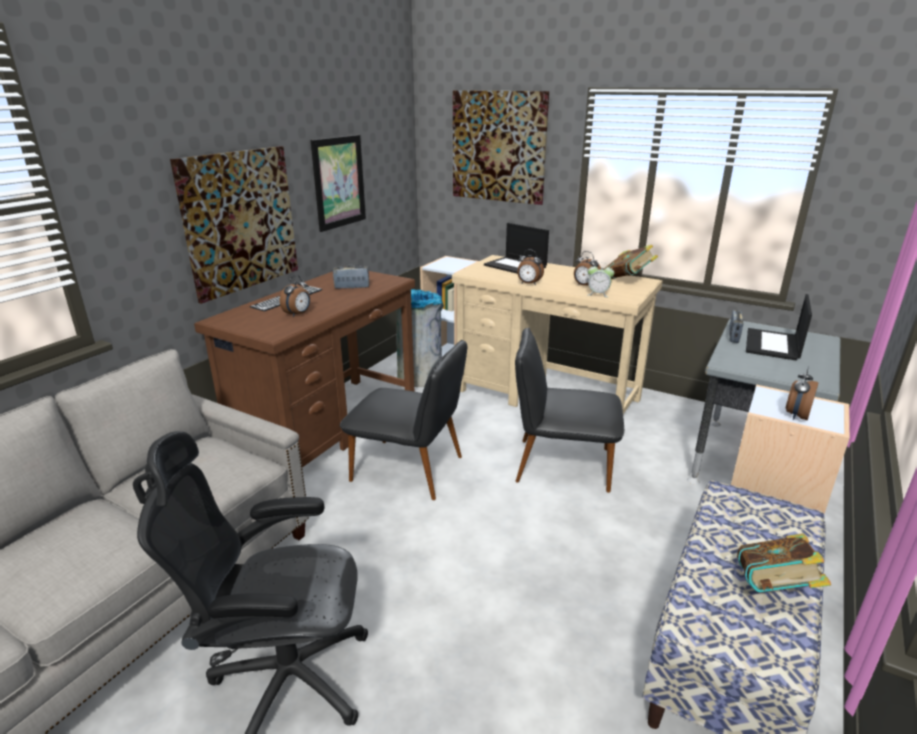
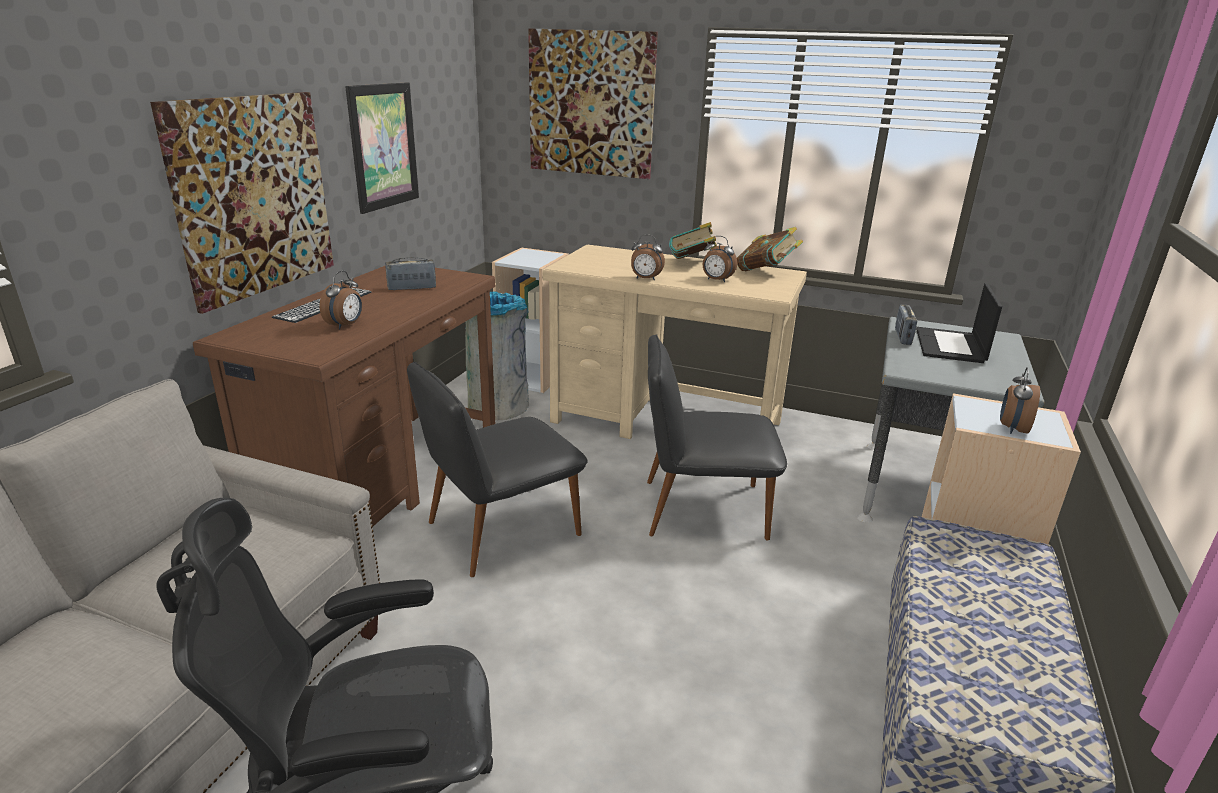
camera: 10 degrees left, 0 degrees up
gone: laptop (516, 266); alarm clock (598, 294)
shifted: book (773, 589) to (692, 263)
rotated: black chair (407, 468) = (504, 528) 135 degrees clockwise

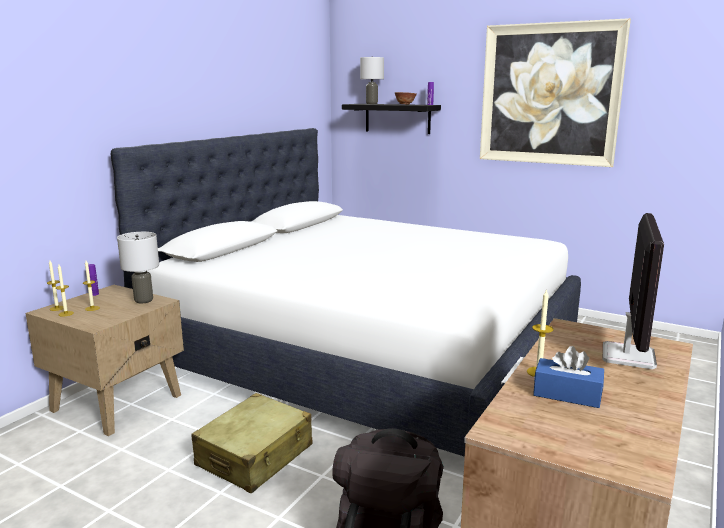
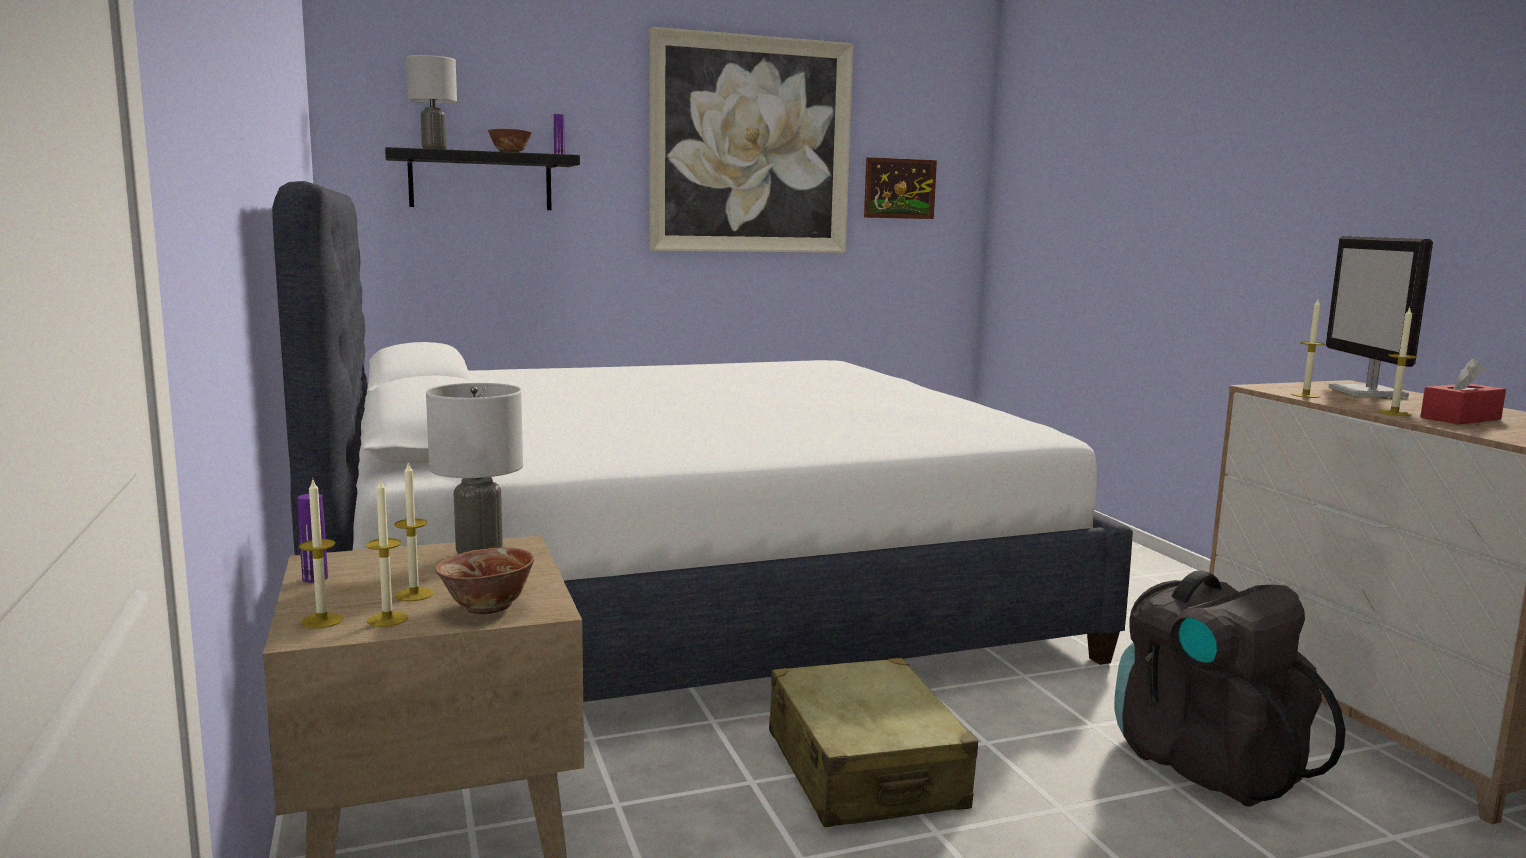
camera: 50 degrees left, 5 degrees down
new: bowl (487, 607); picture (899, 188); candle (1305, 395)
repainted: blue tissue box (567, 394) to red tissue box (1460, 418)
rotated: monitor (627, 356) = (1368, 393) 150 degrees counterclockwise

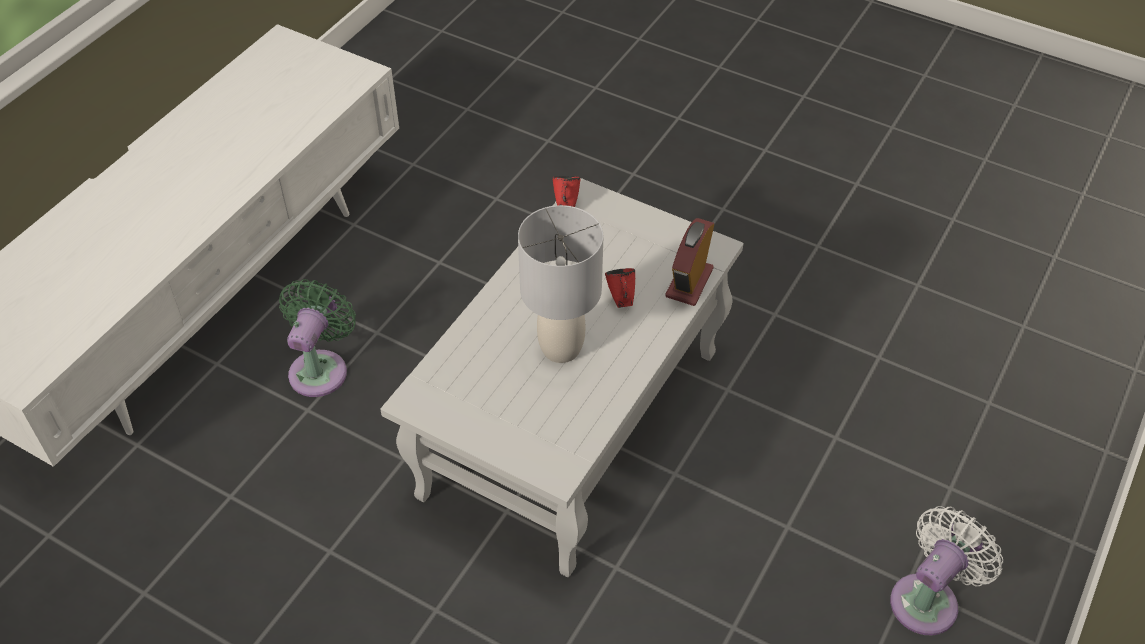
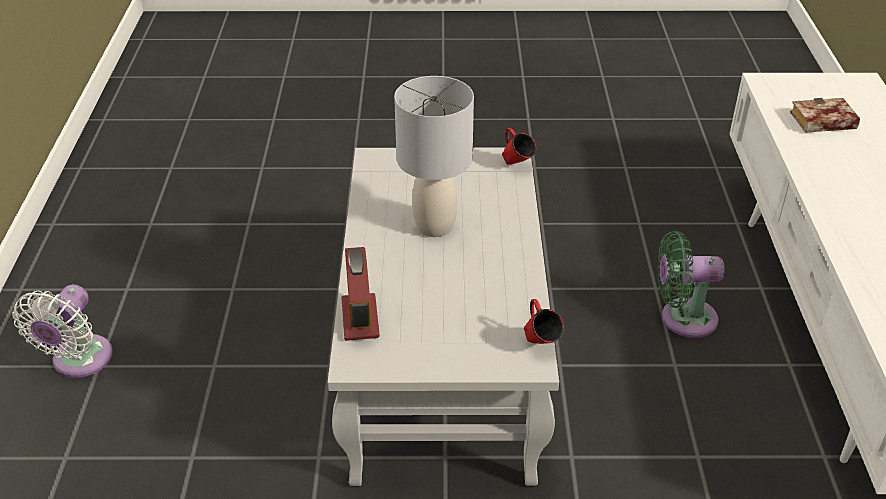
camera: 150 degrees right, 10 degrees down
new: book (821, 122)
shifted: red mug (621, 300) to (517, 165)
rotated: green fan (321, 368) = (682, 318) 105 degrees clockwise

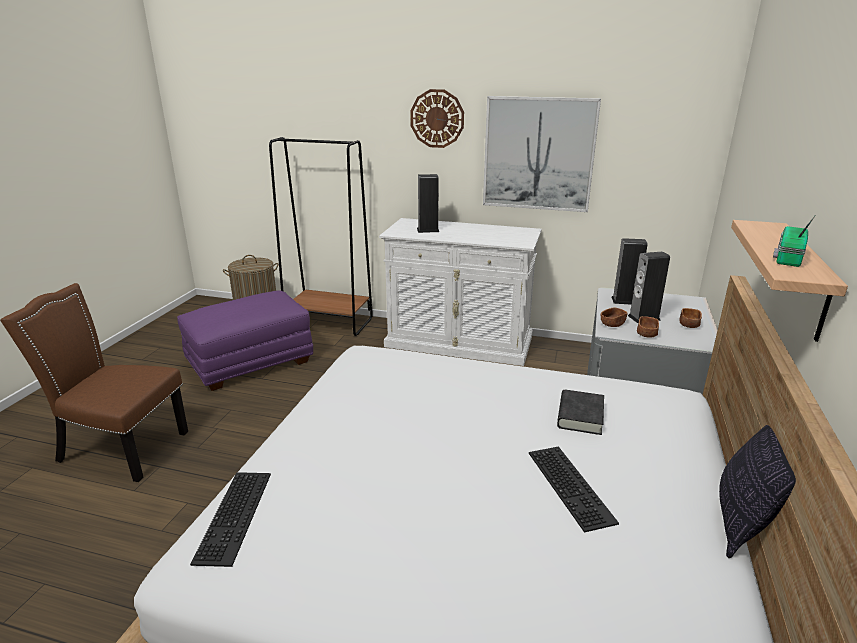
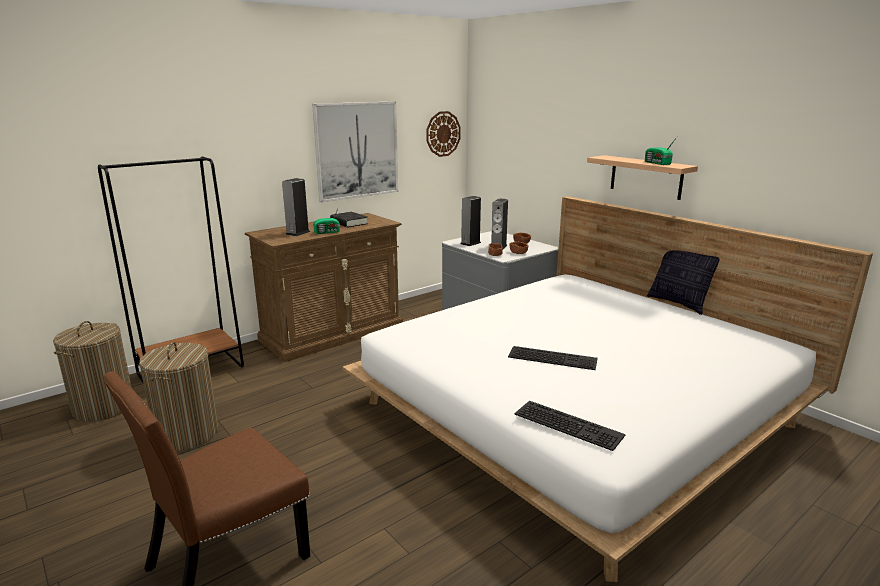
camera: 55 degrees left, 5 degrees down
new: radio (328, 232)
shifted: black book (580, 416) to (349, 223); wall clock (437, 118) to (443, 134); keyboard (572, 486) to (553, 357)
swapped: purple ottoman (251, 363) to laundry basket (187, 434)
repainted: white dresser (459, 341) to brown dresser (332, 332)

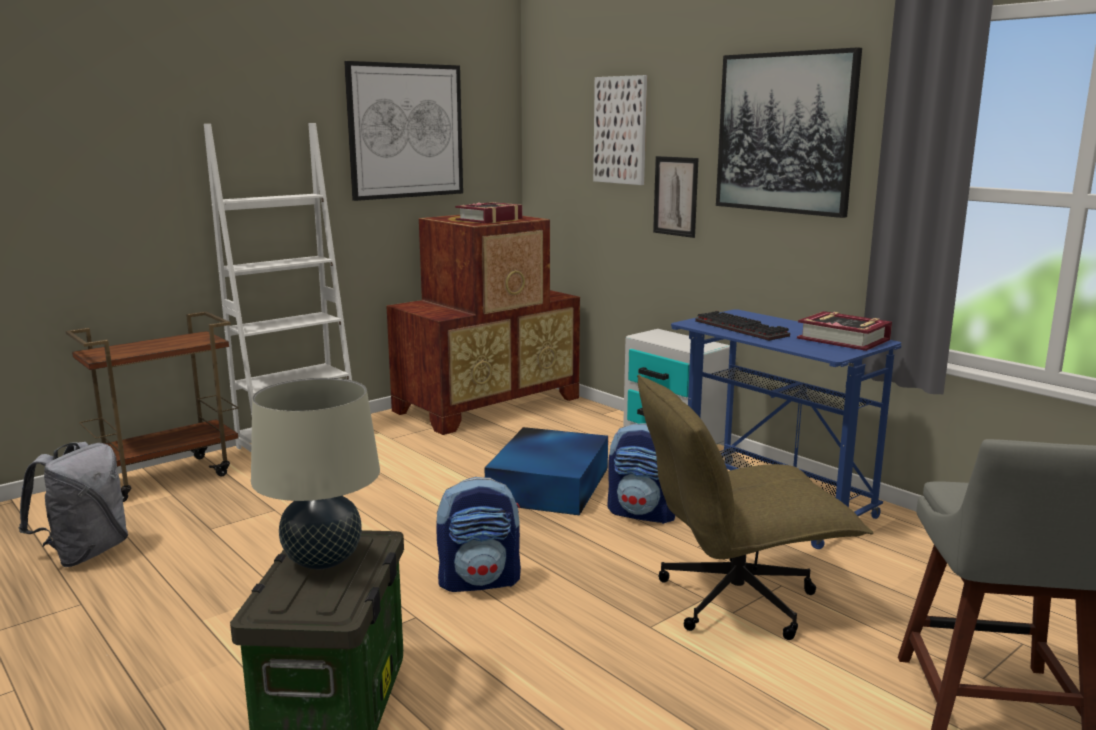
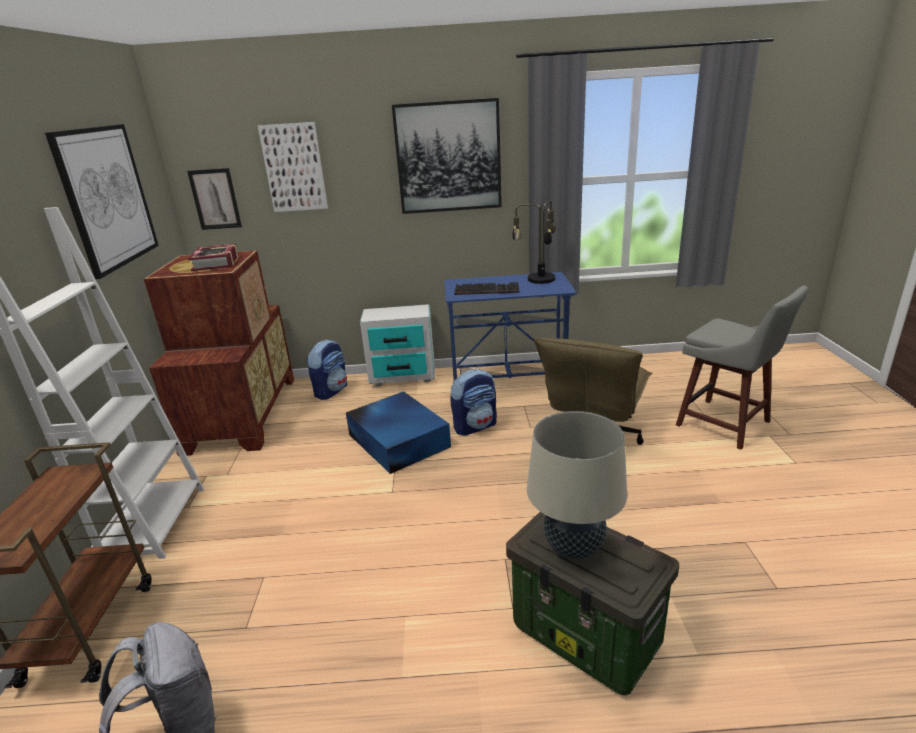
camera: 50 degrees left, 10 degrees up
shifted: picture (675, 196) to (215, 199); backpack (480, 581) to (331, 391)
swapped: book (843, 339) to table lamp (540, 279)

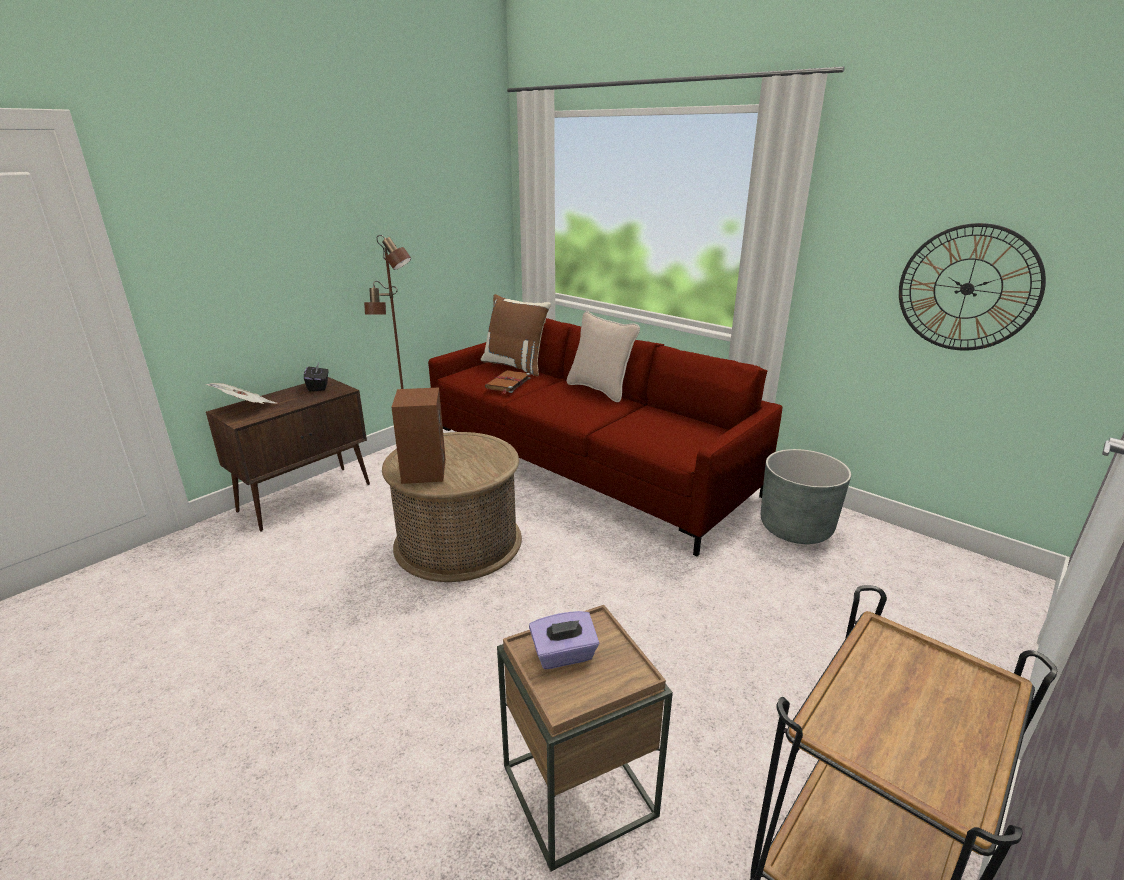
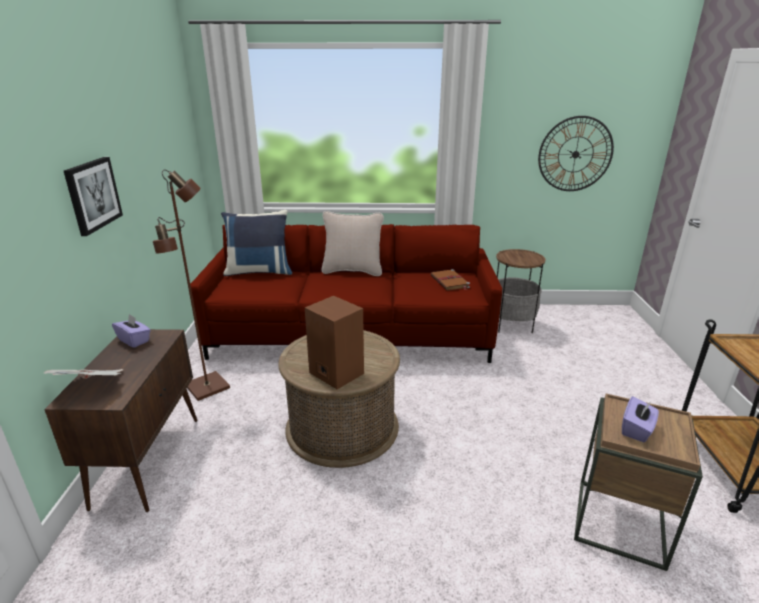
camera: 40 degrees left, 0 degrees up
new: picture (92, 195)
shifted: brown book (508, 383) to (450, 282)
swapped: grey planter (795, 528) to side table (511, 324)
repainted: black tissue box (318, 386) to purple tissue box (134, 340); brown pillow (516, 365) to blue pillow (259, 271)

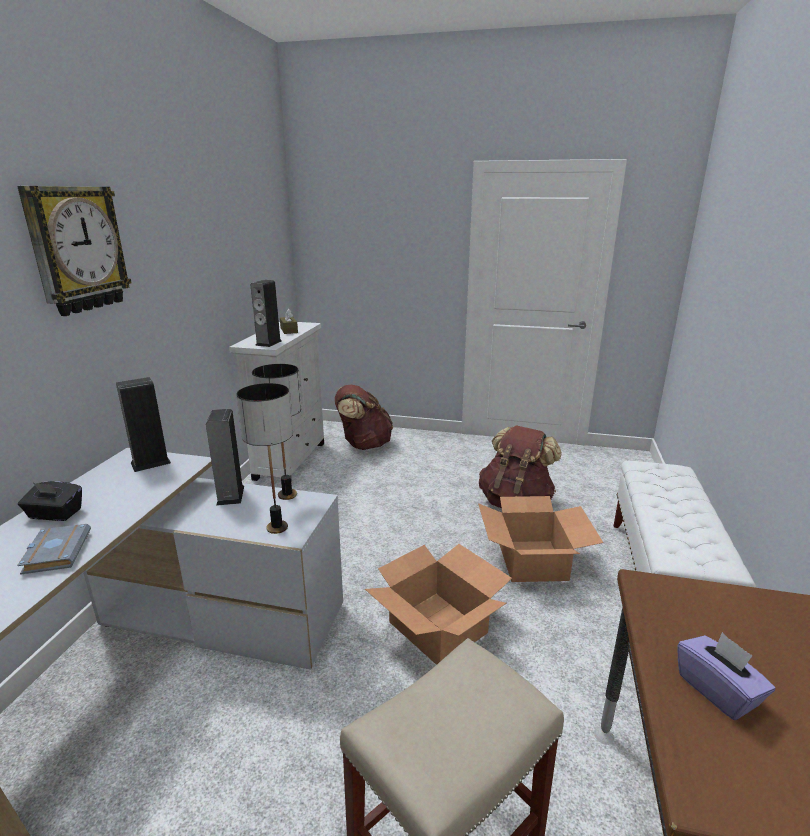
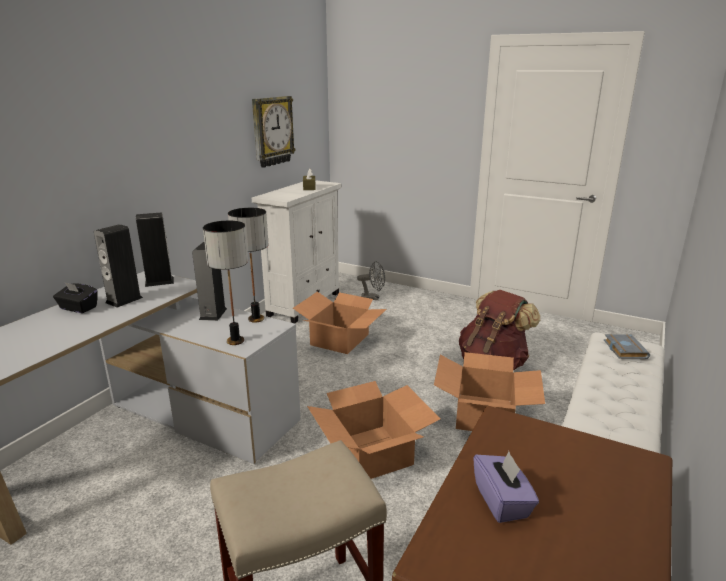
camera: 15 degrees right, 0 degrees up
new: cardboard box (340, 339)
shifted: speaker (268, 343) to (124, 300); wall clock (77, 249) to (272, 131); grey book (56, 552) to (623, 349)
swapped: brown backpack (363, 444) to grey fan (373, 298)

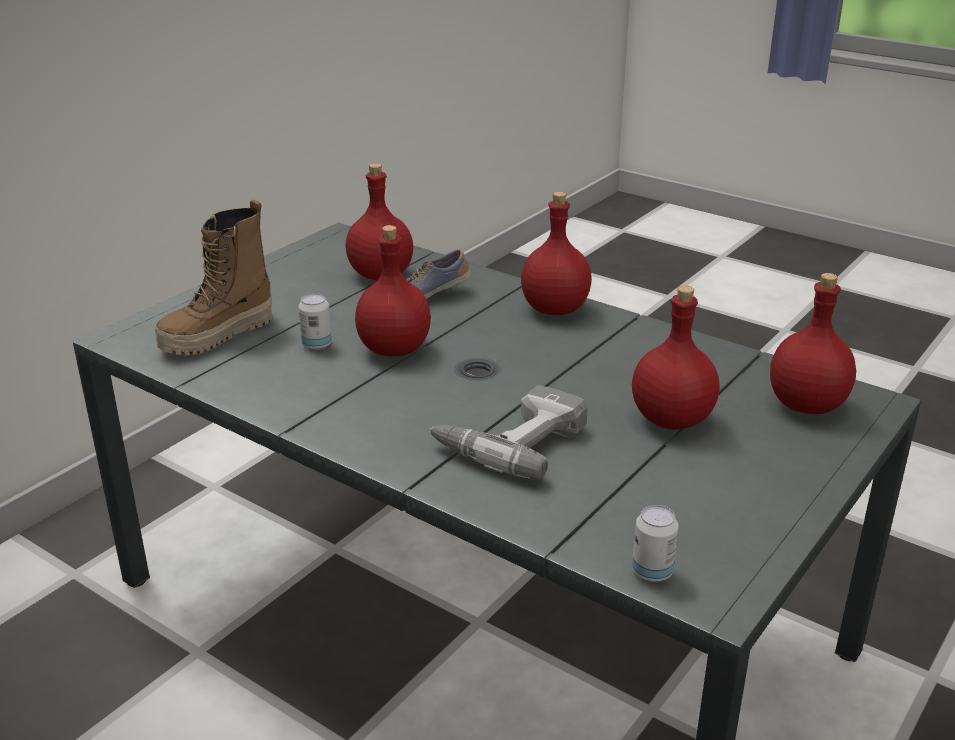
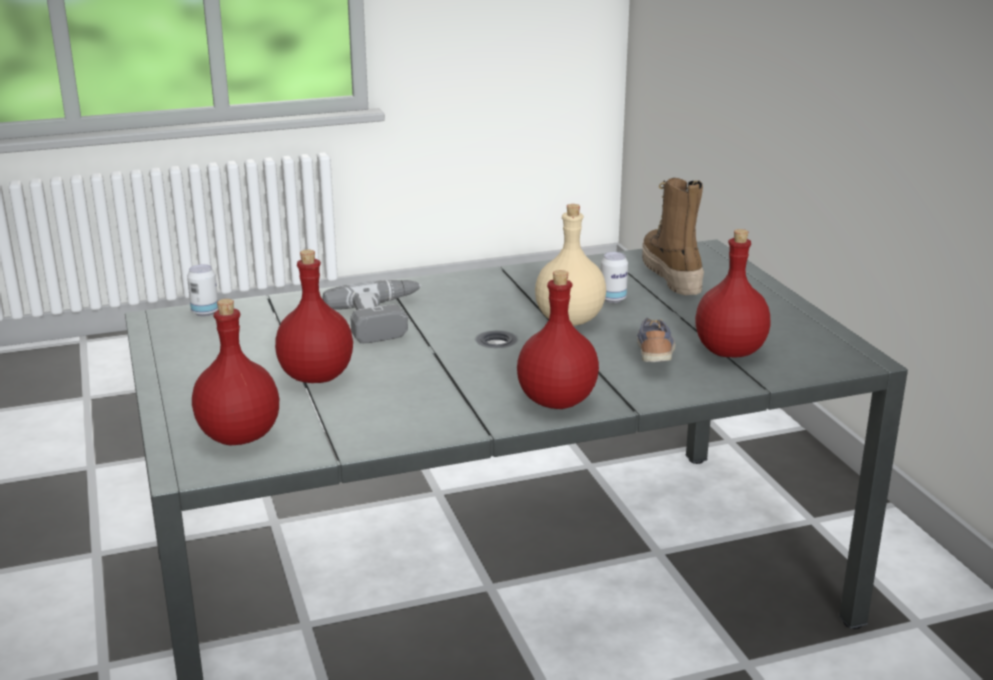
camera: 125 degrees right, 5 degrees down
repainted: red bottle (395, 348) to beige bottle (570, 321)

